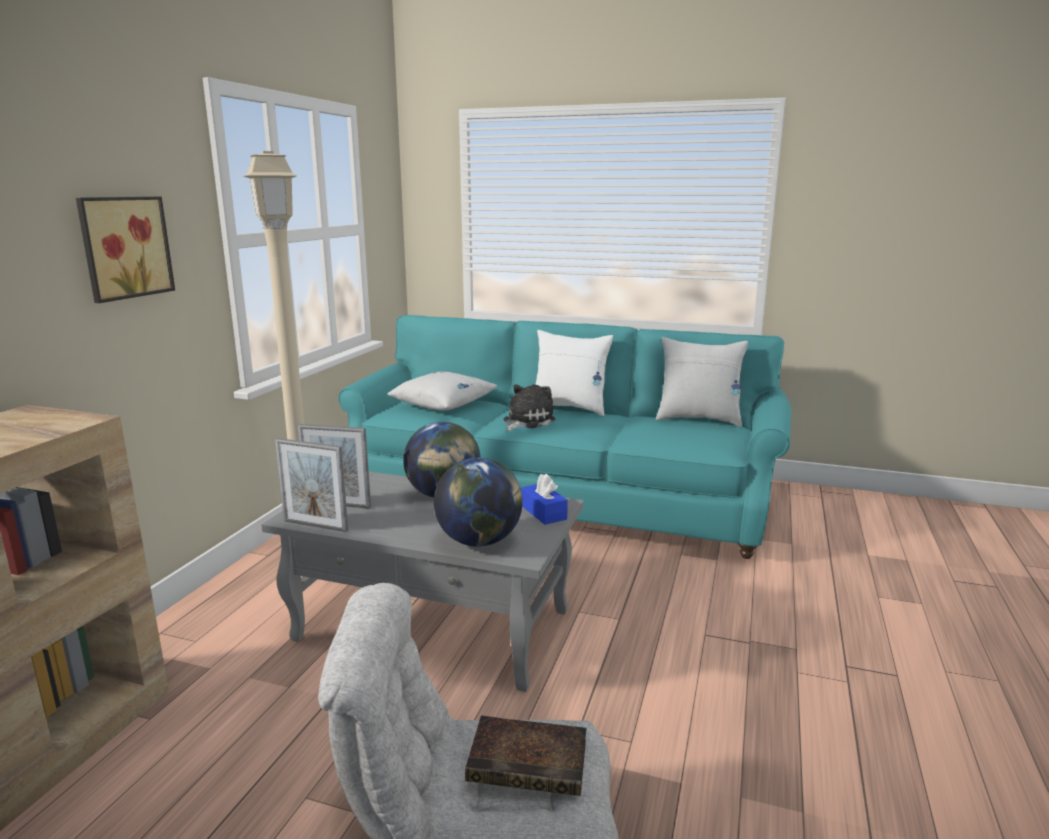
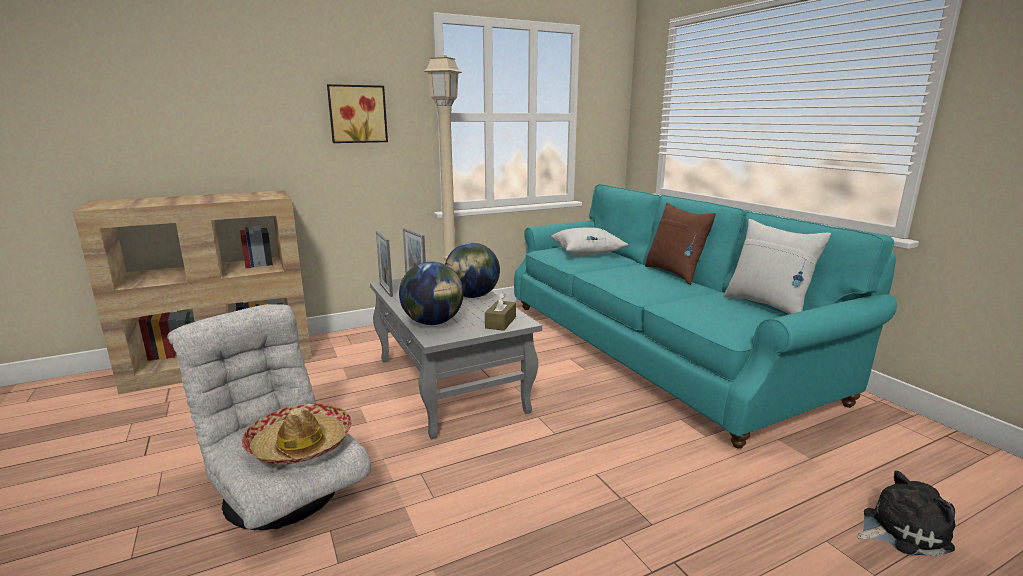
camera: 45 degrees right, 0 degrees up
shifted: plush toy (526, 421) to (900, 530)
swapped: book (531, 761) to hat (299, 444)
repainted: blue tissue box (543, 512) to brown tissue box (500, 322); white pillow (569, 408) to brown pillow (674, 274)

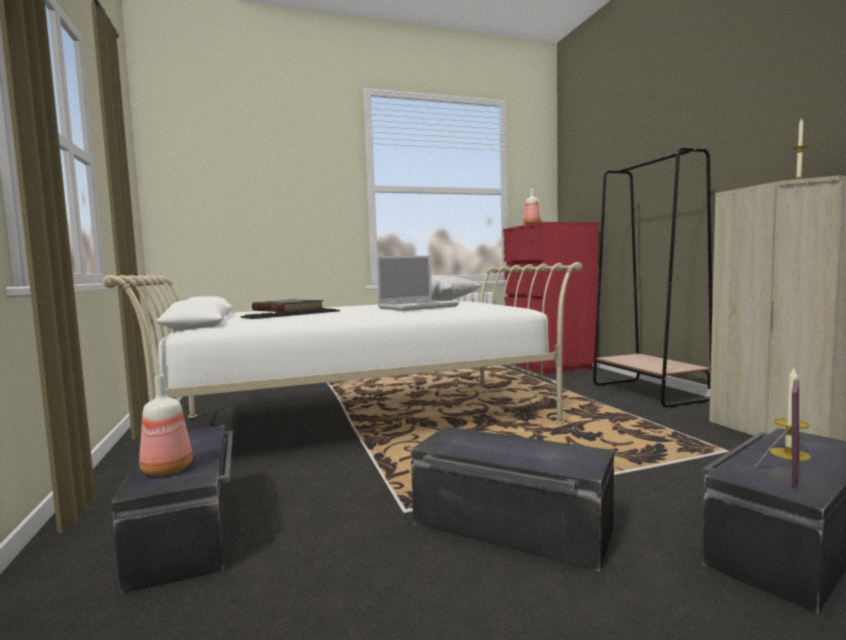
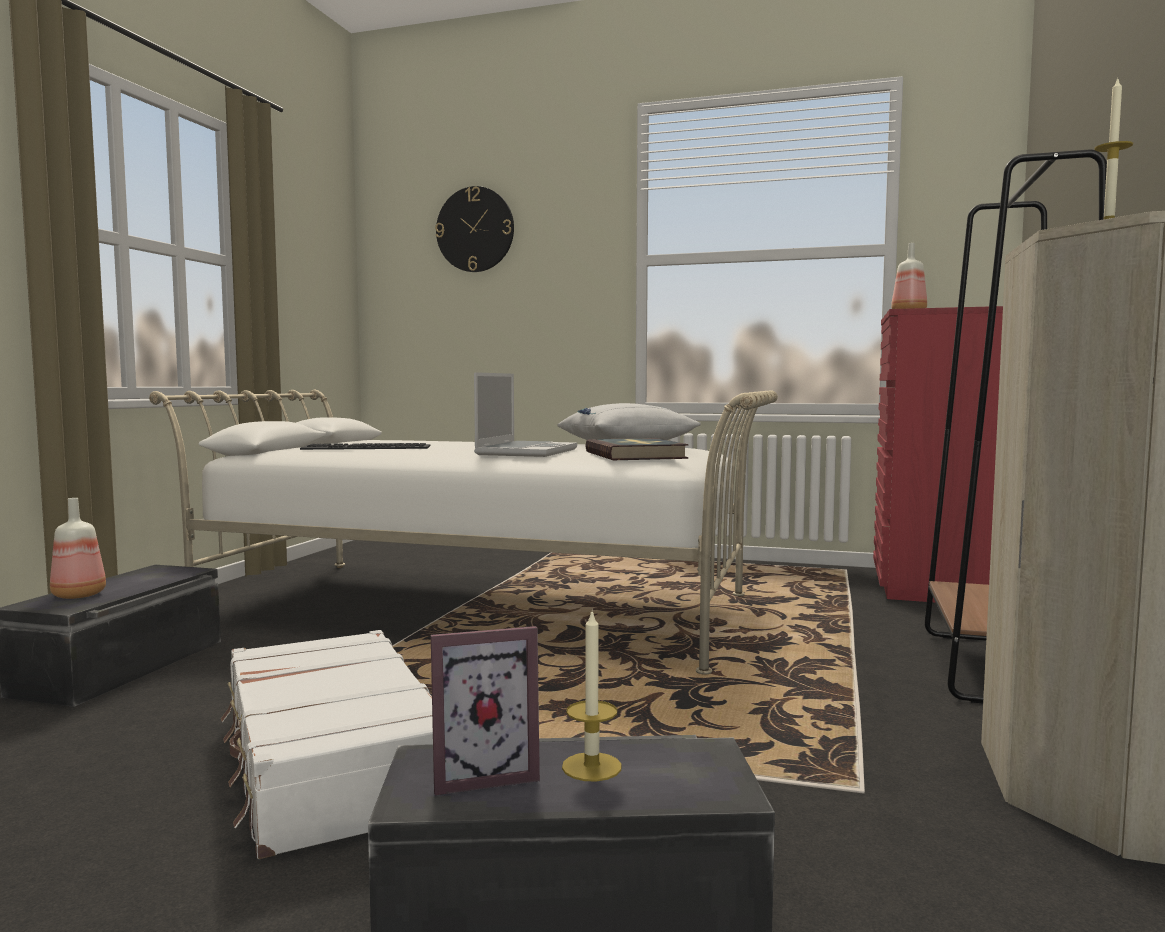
camera: 35 degrees right, 0 degrees up
new: wall clock (475, 229)
shifted: book (288, 309) to (635, 455)
swapped: black storage box (510, 527) to white suitcase (330, 763)
rotated: laptop (418, 307) = (526, 452) 75 degrees counterclockwise

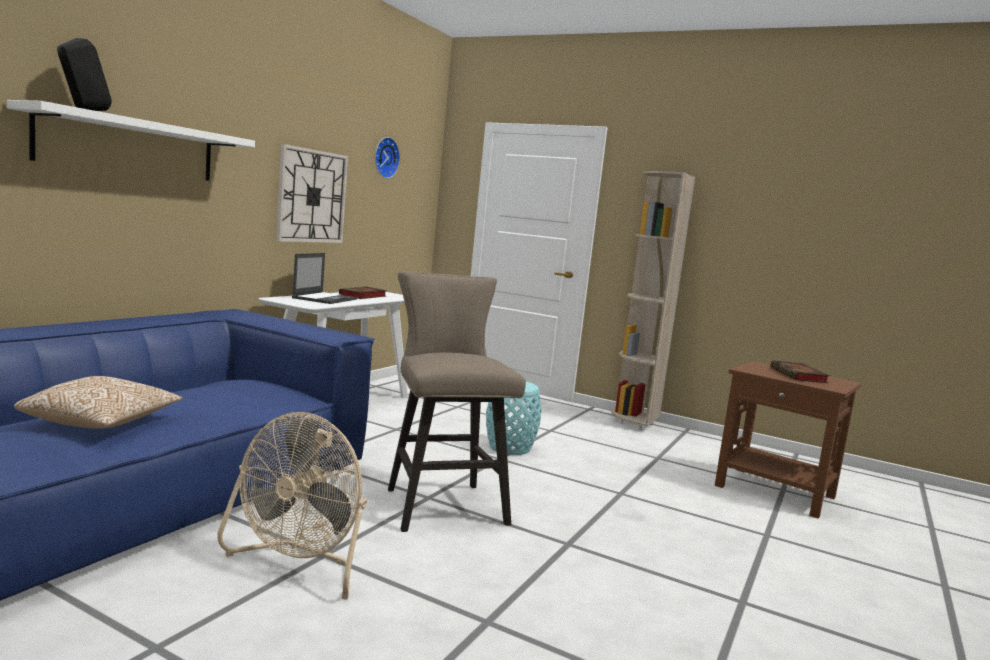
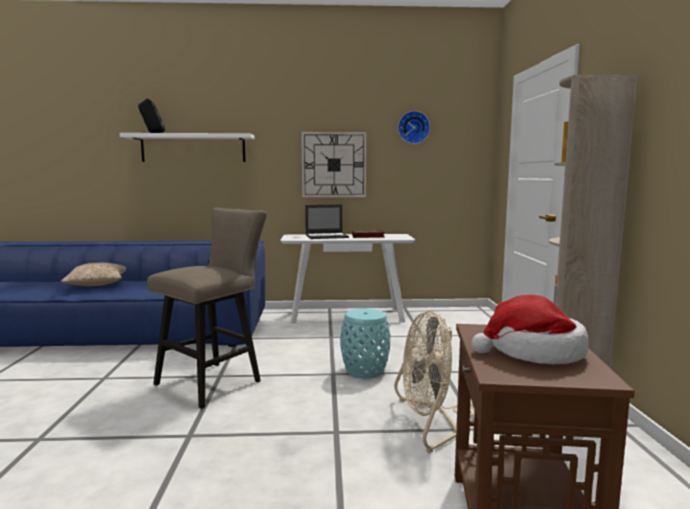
camera: 60 degrees right, 0 degrees up
shifted: beige fan (299, 562) to (433, 420)
swapped: book (799, 376) to hat (533, 352)

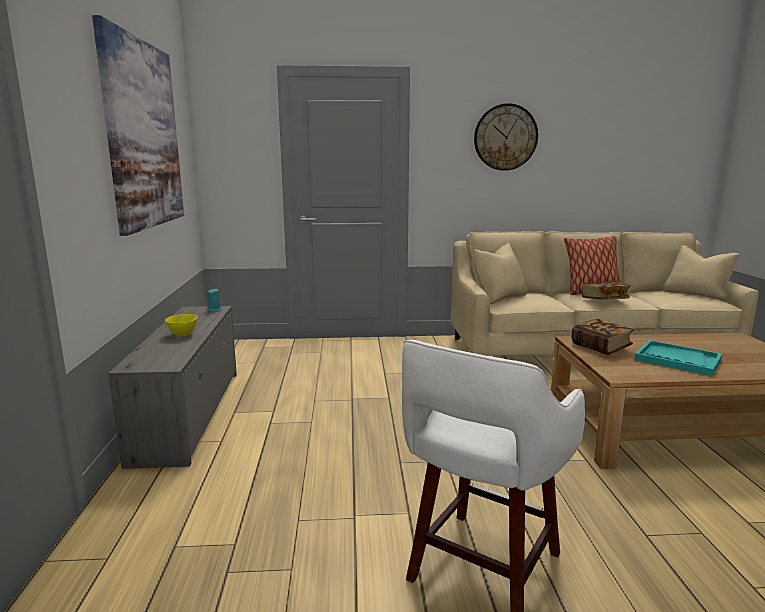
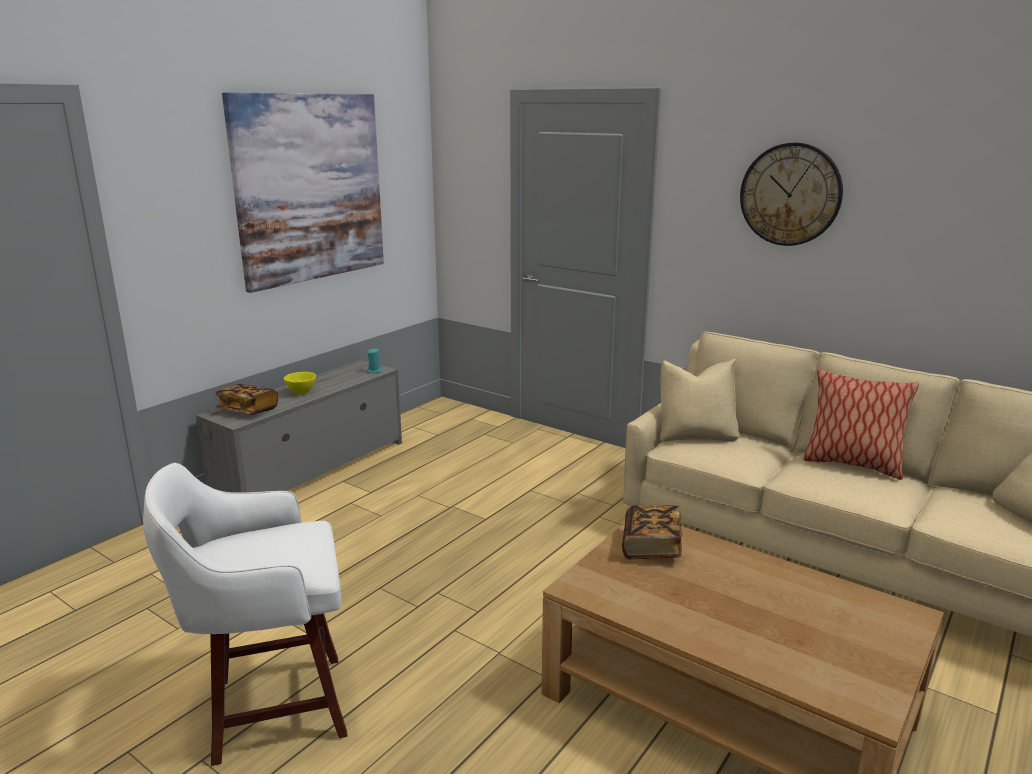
camera: 40 degrees right, 5 degrees up
gone: turquoise tray (677, 360)
shifted: book (604, 300) to (248, 410)

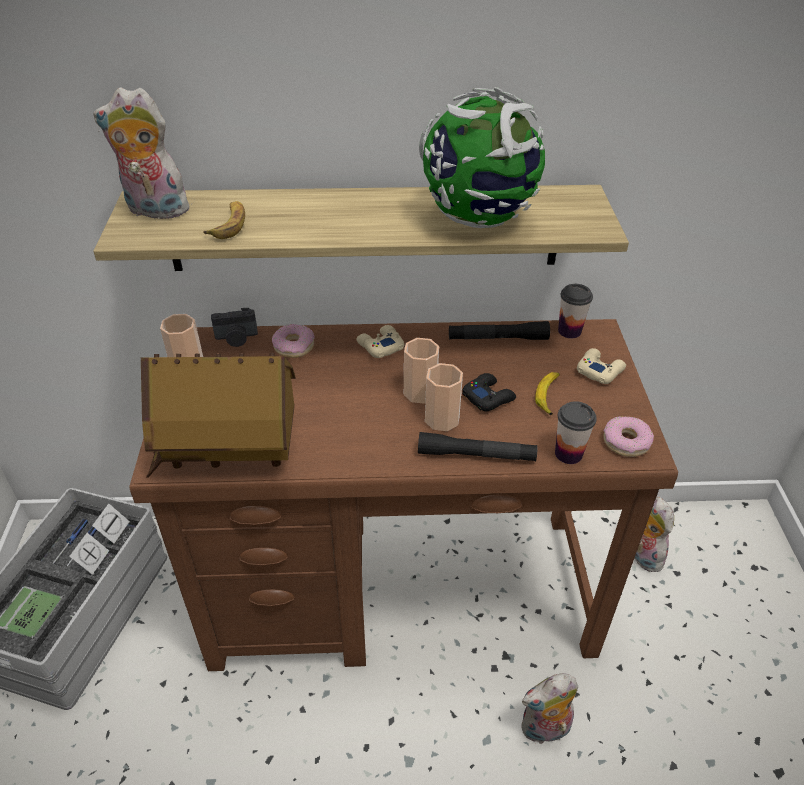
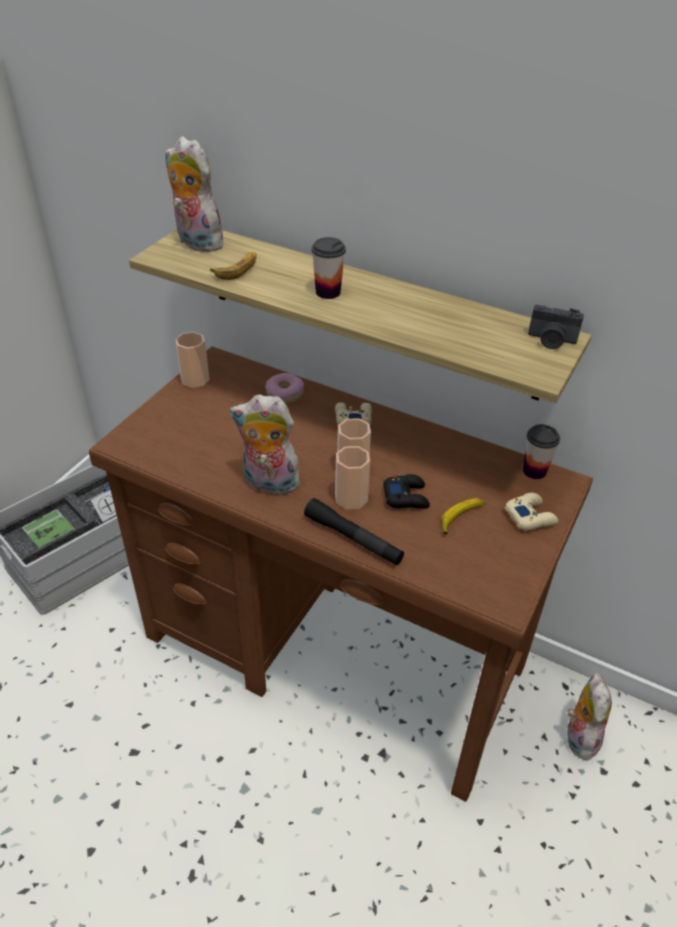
camera: 30 degrees right, 0 degrees up
gone: toy house (230, 452); globe (478, 218); black flashlight (498, 338); donut (626, 441)
shifted: plush toy (545, 730) to (268, 483); cup (568, 454) to (328, 292); photo camera (236, 338) to (551, 341)

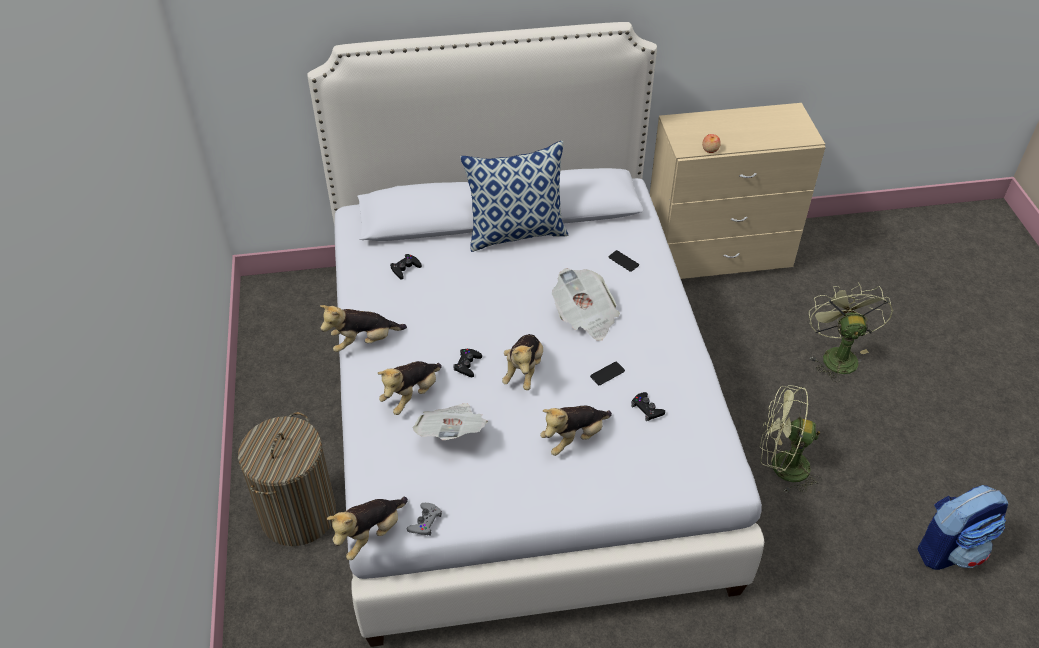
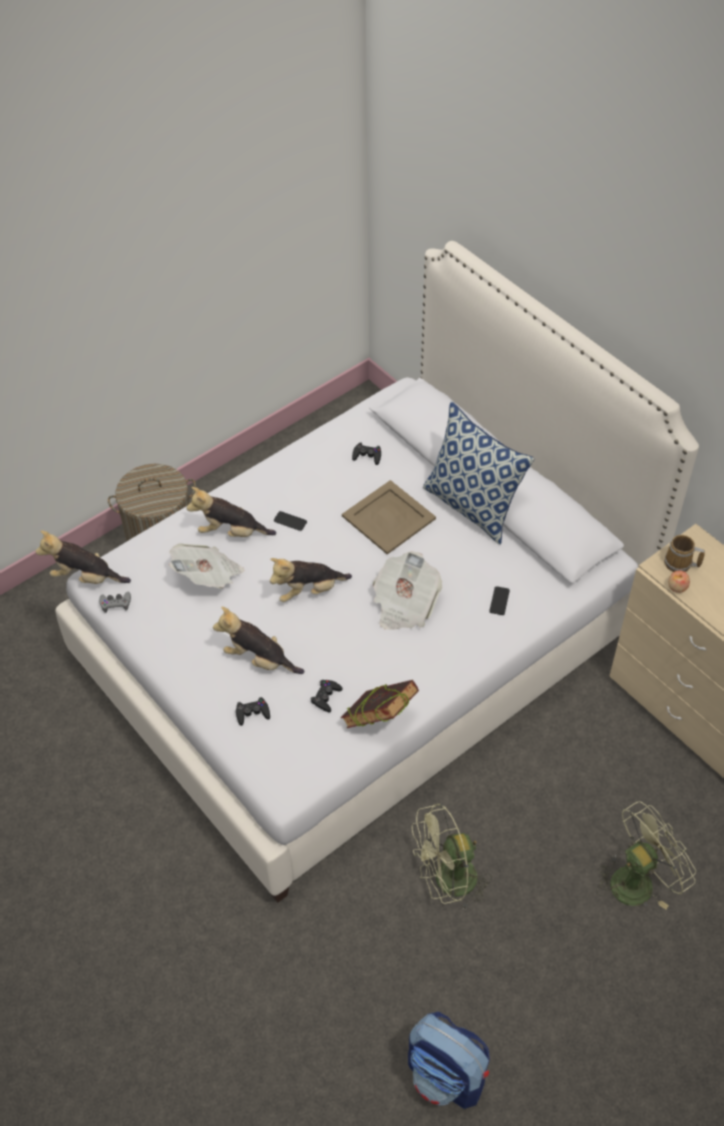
camera: 60 degrees right, 5 degrees up
gone: plush toy (364, 342)
new: book (379, 721); beige tray (388, 516); mug (679, 564)
shifted: black game controller (467, 365) to (252, 713); phone (607, 373) to (290, 521)
rotated: green fan (781, 467) = (447, 882) 90 degrees counterclockwise

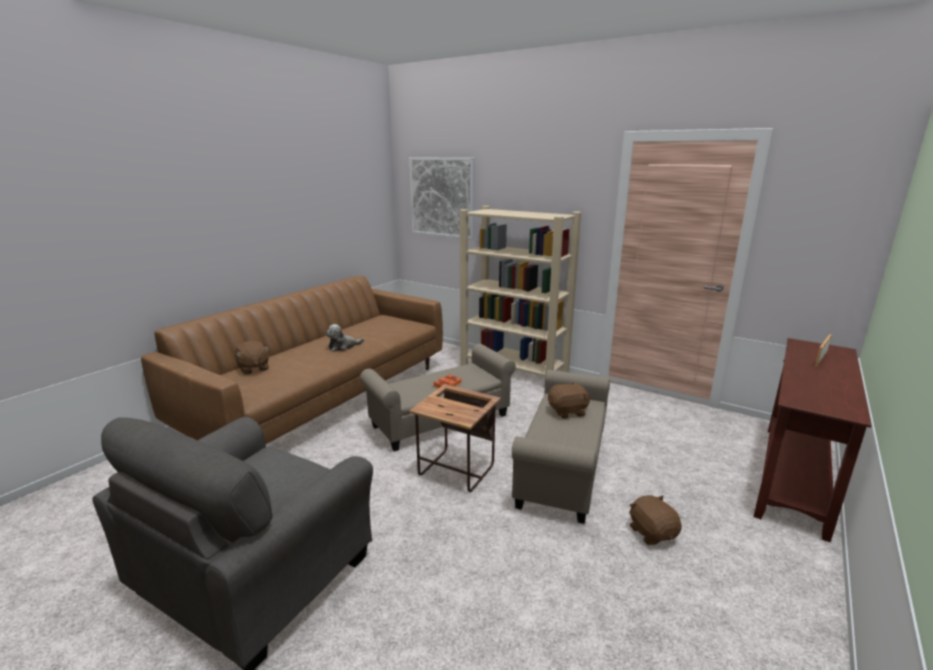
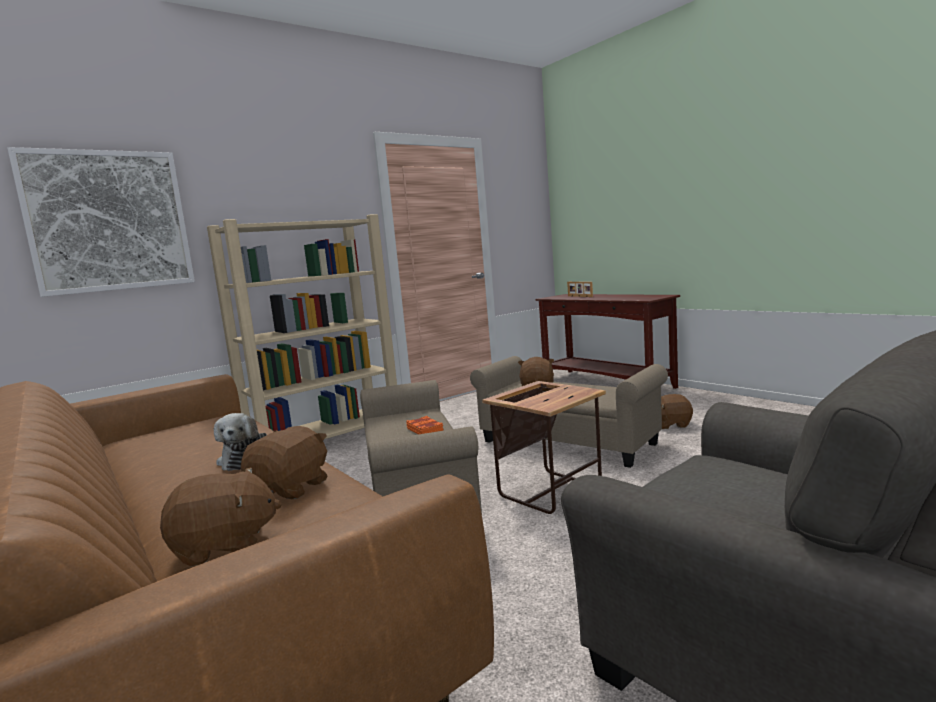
camera: 70 degrees left, 10 degrees down
new: brown plush toy (291, 488)

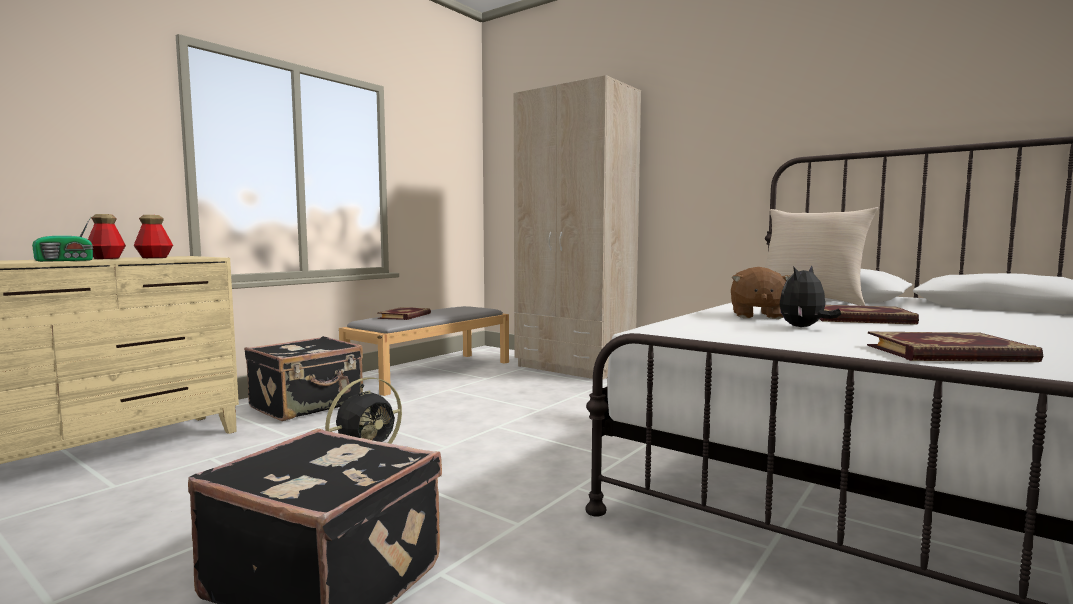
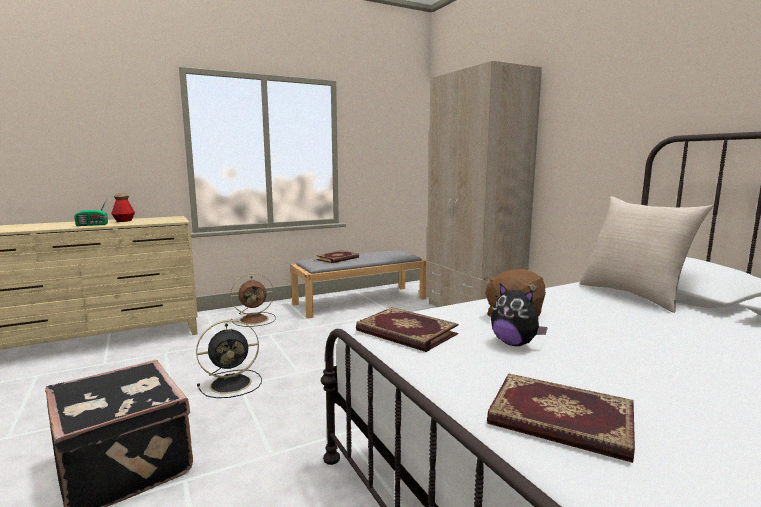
camera: 25 degrees right, 5 degrees up
gone: bottle (154, 258)
shifted: book (861, 319) to (405, 333)
swapped: black suitcase (308, 405) to brown fan (255, 319)
rotated: plush toy (804, 327) = (514, 343) 120 degrees counterclockwise

